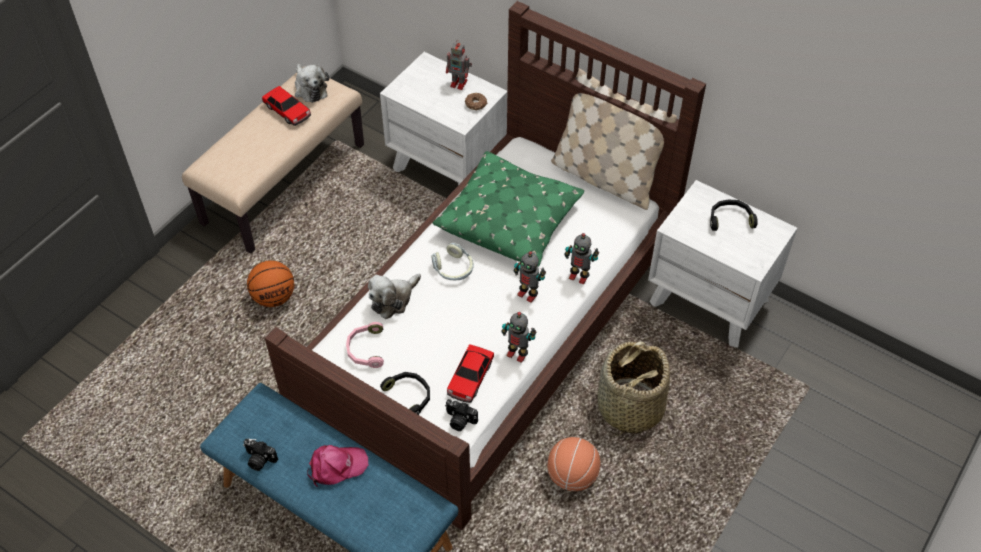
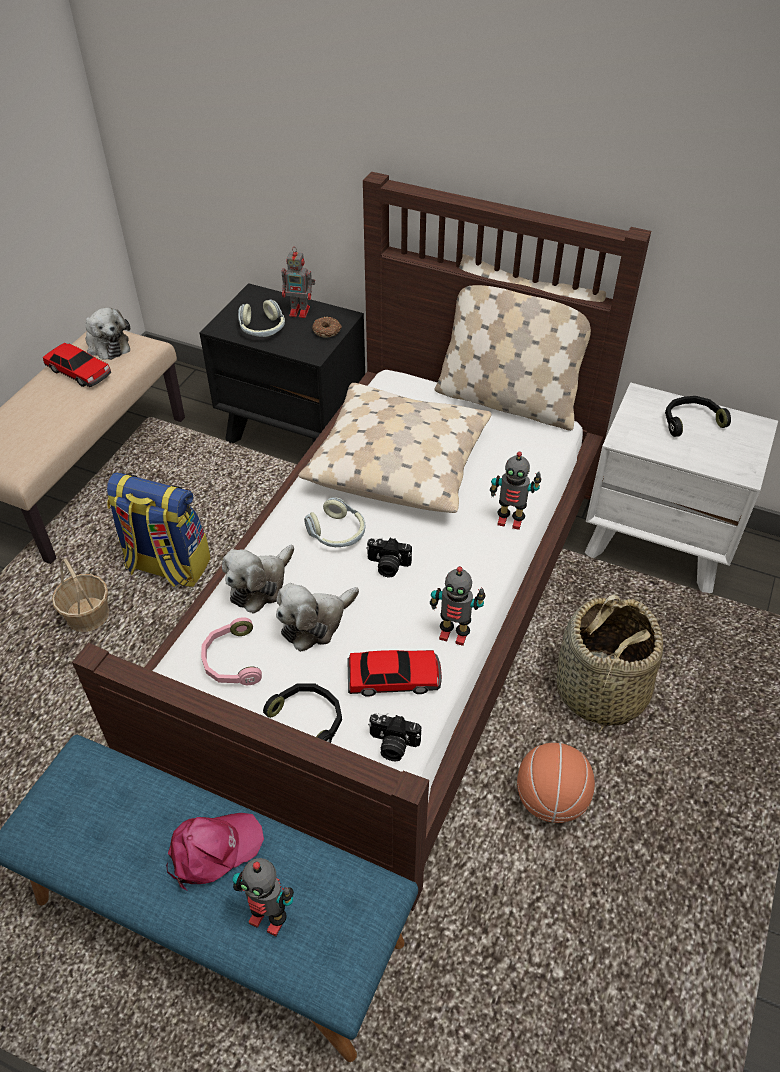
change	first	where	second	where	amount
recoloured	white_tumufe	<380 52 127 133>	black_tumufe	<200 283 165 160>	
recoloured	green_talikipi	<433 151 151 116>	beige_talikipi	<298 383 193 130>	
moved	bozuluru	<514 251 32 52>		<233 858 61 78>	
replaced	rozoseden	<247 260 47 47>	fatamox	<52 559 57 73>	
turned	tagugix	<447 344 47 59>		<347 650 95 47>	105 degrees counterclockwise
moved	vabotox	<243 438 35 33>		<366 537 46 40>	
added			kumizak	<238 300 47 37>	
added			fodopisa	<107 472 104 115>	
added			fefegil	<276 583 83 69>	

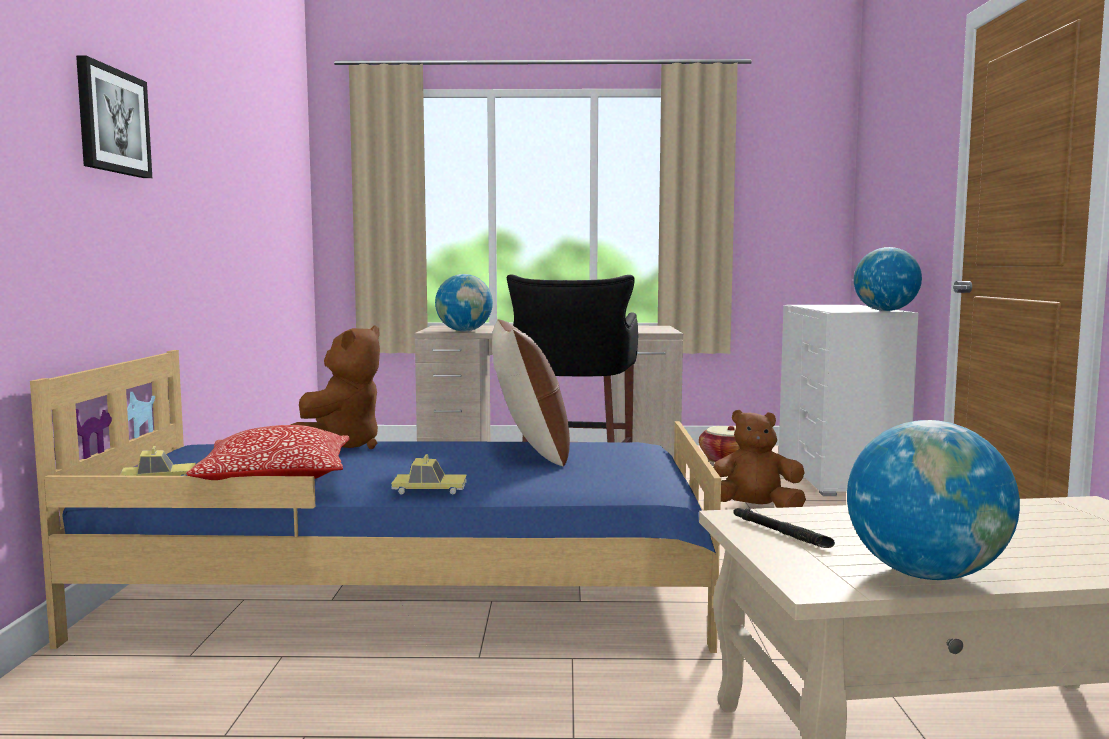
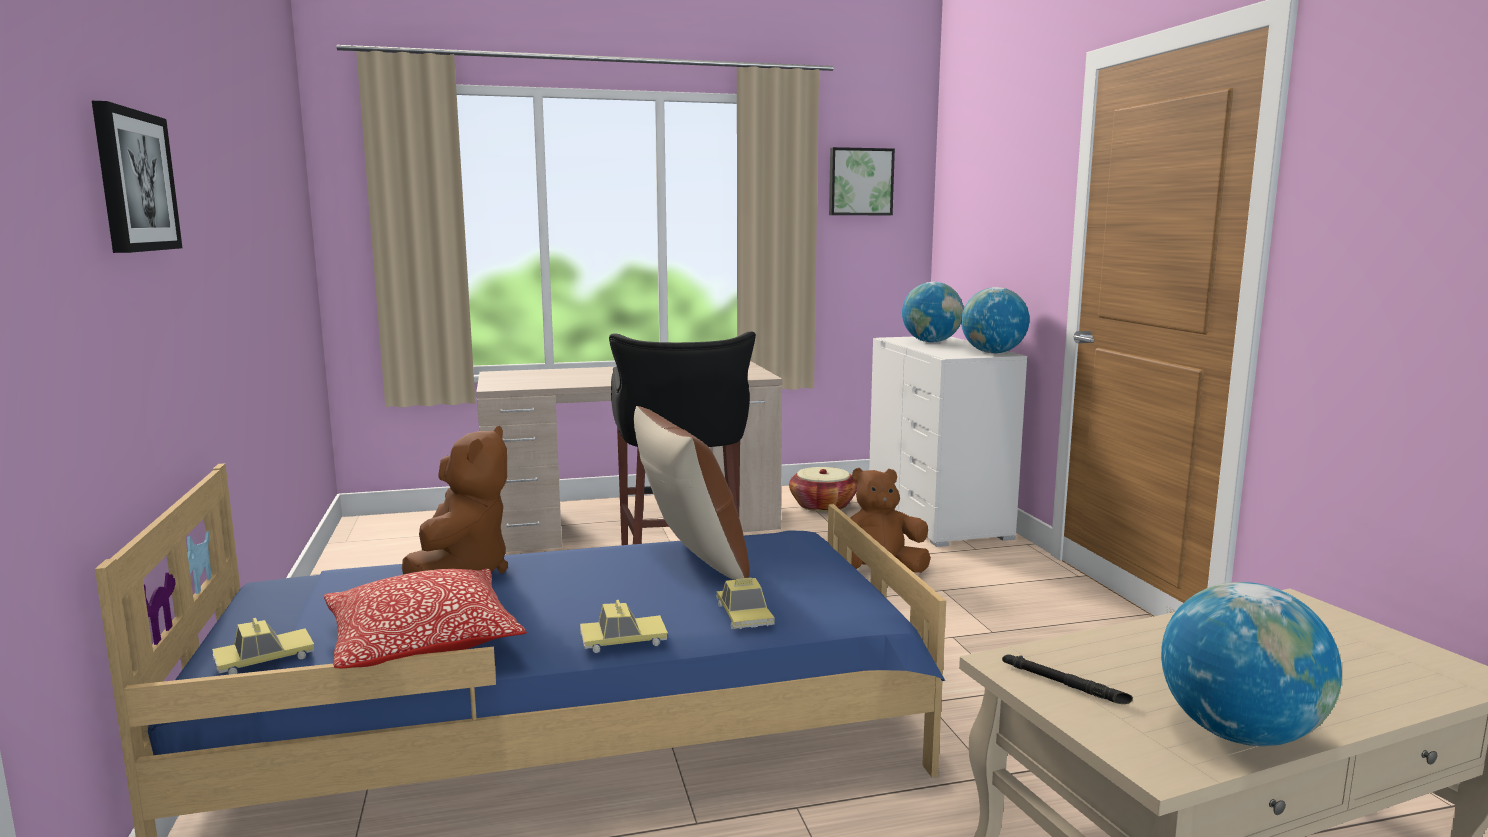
change	first	where	second	where	amount
moved	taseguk	<435 274 58 57>		<902 282 62 61>	
added			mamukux	<829 147 66 68>	
added			tagugix	<716 577 59 52>	

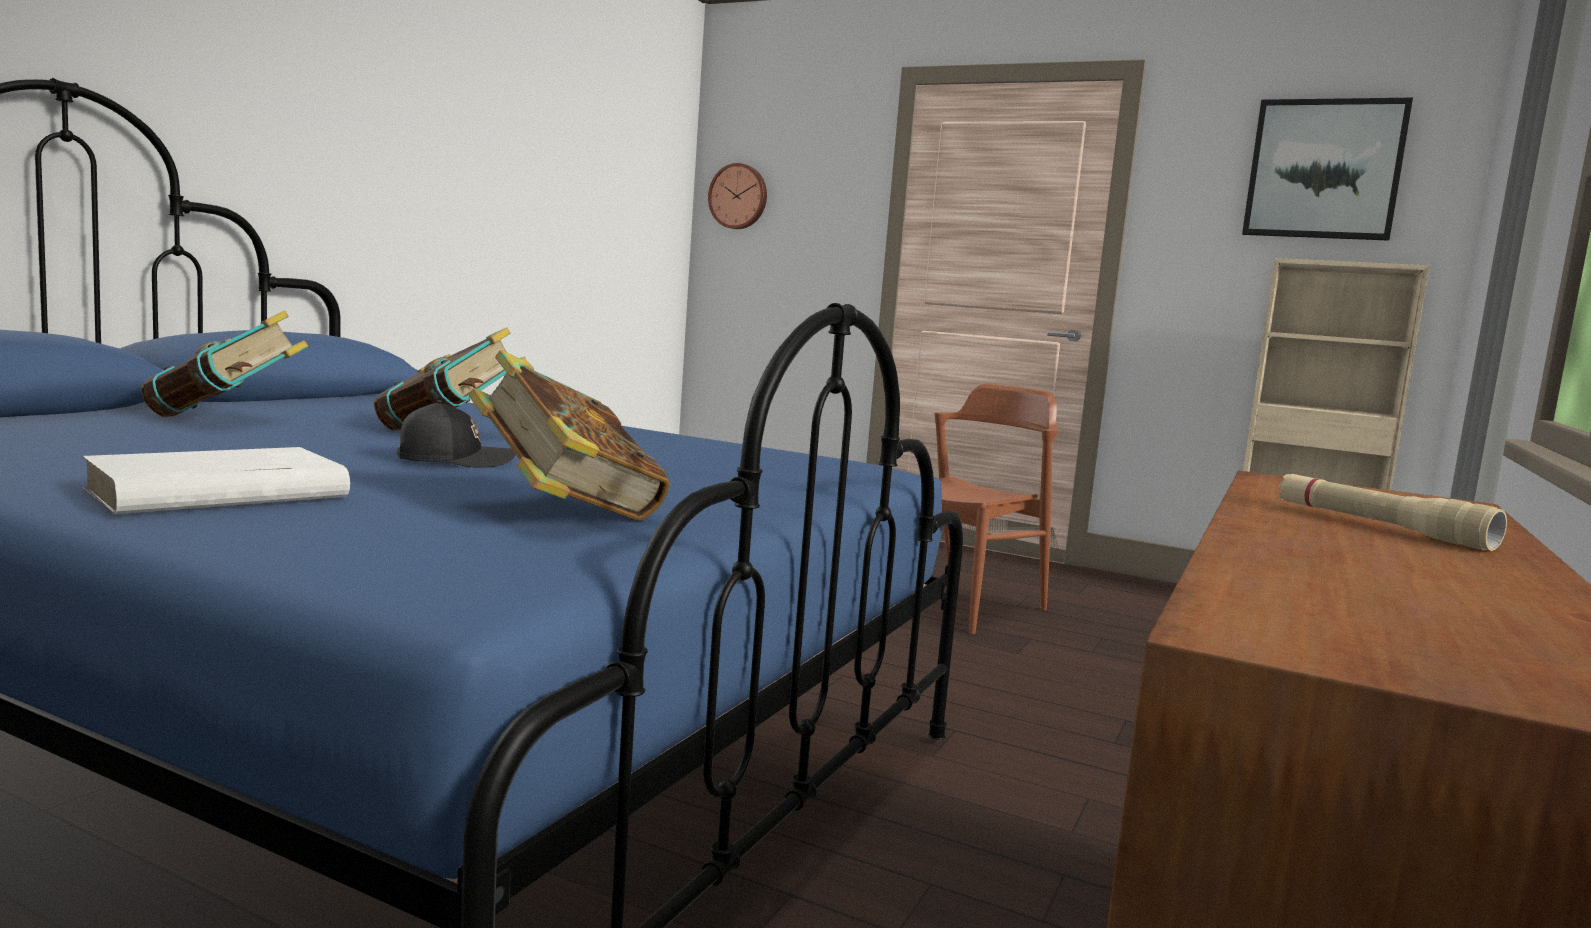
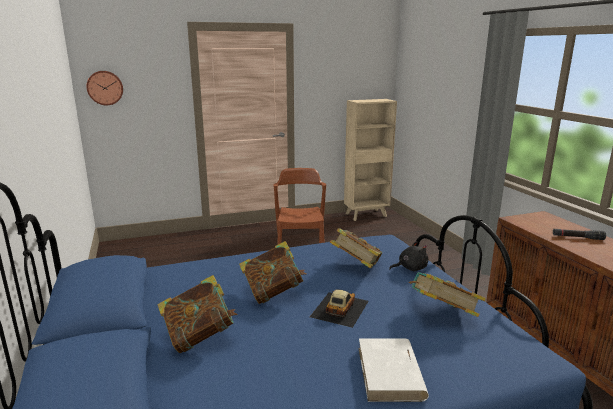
change	first	where	second	where	amount
removed	mamukux	<1242 98 171 143>			
replaced	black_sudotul	<397 400 119 68>	tagugix	<310 289 58 39>	
recoloured	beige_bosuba	<1279 474 228 77>	black_bosuba	<553 229 53 11>	
added			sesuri	<330 228 53 40>	
added			black_fefegil	<389 241 39 30>	

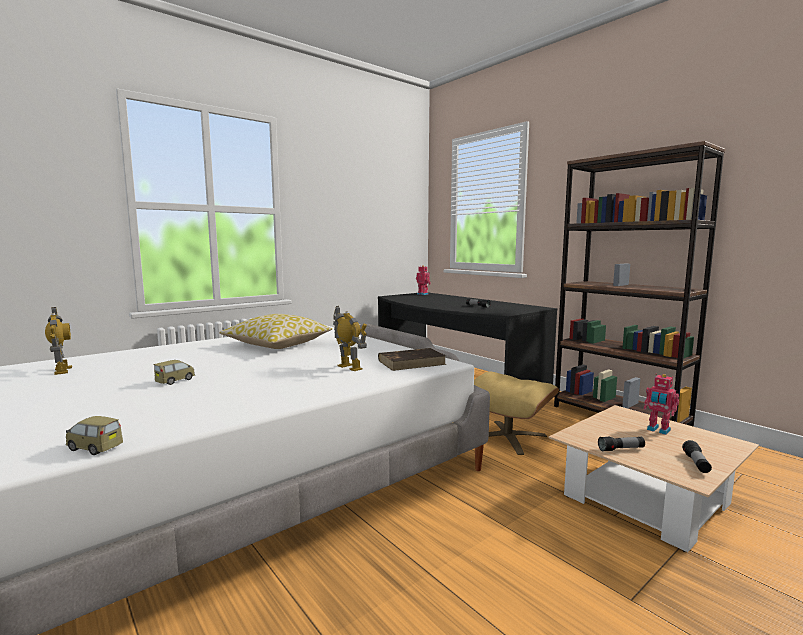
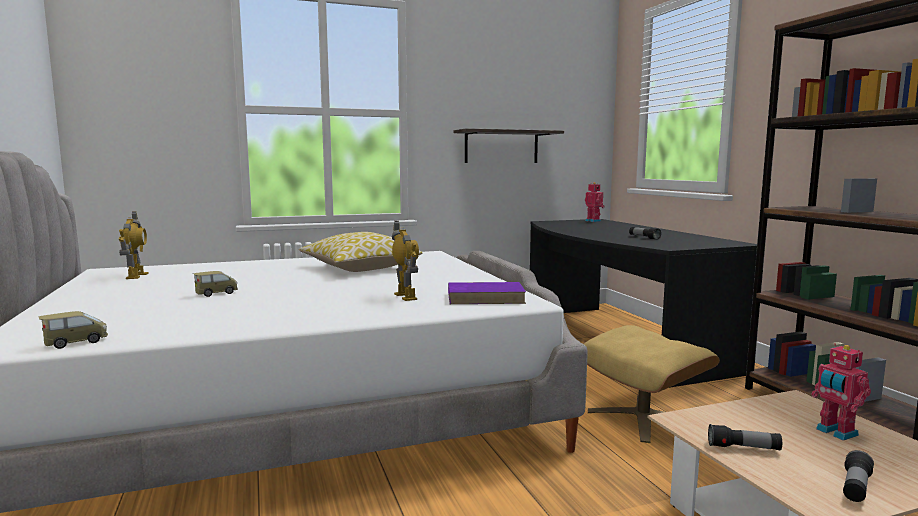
change	first	where	second	where	amount
recoloured	brown_sesuri	<378 348 68 23>	purple_sesuri	<448 282 78 22>	
turned	tagugix	<66 416 57 39>		<39 311 69 38>	105 degrees clockwise
added			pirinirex	<454 128 110 35>	

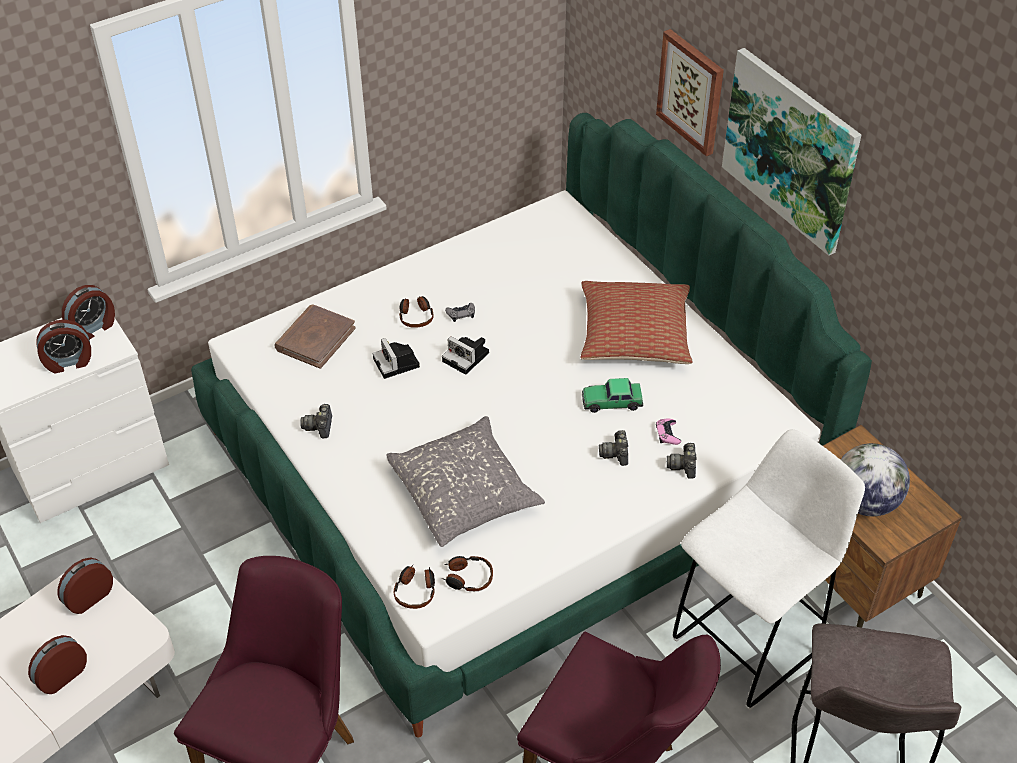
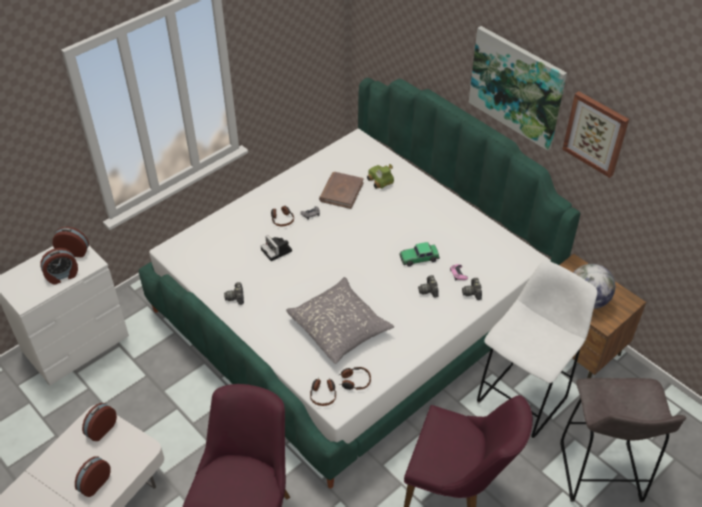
change	first	where	second	where	amount
moved	mamukux	<656 29 68 127>		<562 91 67 87>	
removed	talikipi	<581 281 111 83>			
turned	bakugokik	<62 285 53 54>		<53 227 36 30>	120 degrees counterclockwise
moved	brown_sesuri	<274 305 82 64>		<319 172 45 37>	
removed	vabotox	<442 336 47 39>			
added			tagugix	<367 164 27 25>	

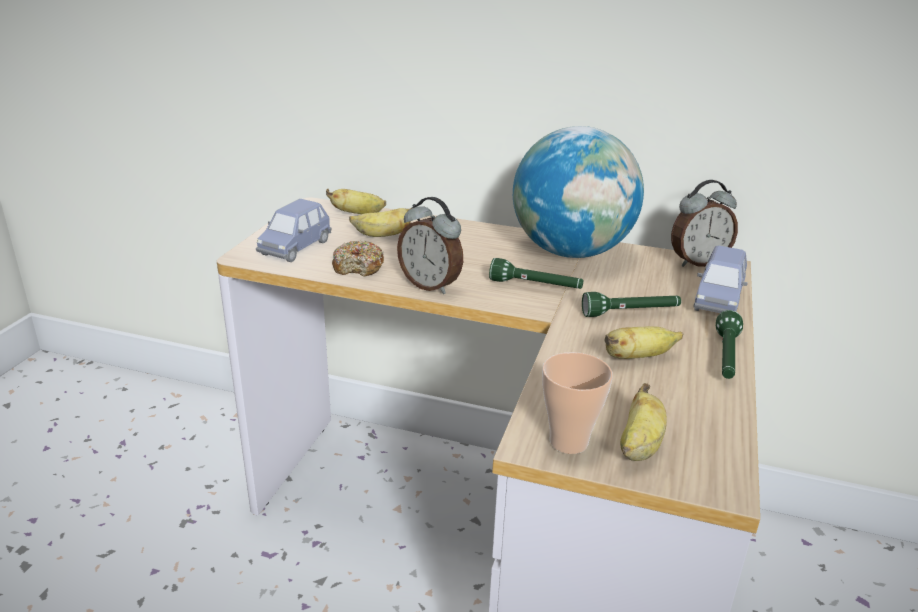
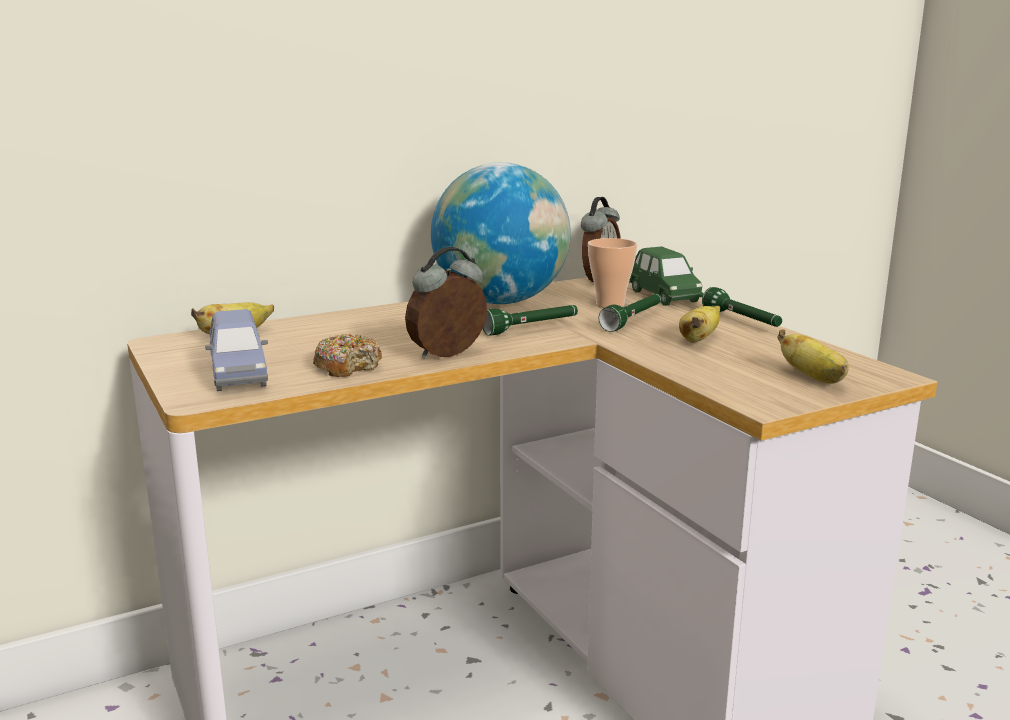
change	first	where	second	where	amount
turned	bakugokik	<397 197 66 97>		<405 247 82 111>	150 degrees clockwise
removed	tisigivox	<349 208 63 29>			
recoloured	blue_tagugix	<693 245 55 68>	green_tagugix	<629 246 74 60>	
moved	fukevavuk	<542 352 71 102>		<588 238 49 70>	

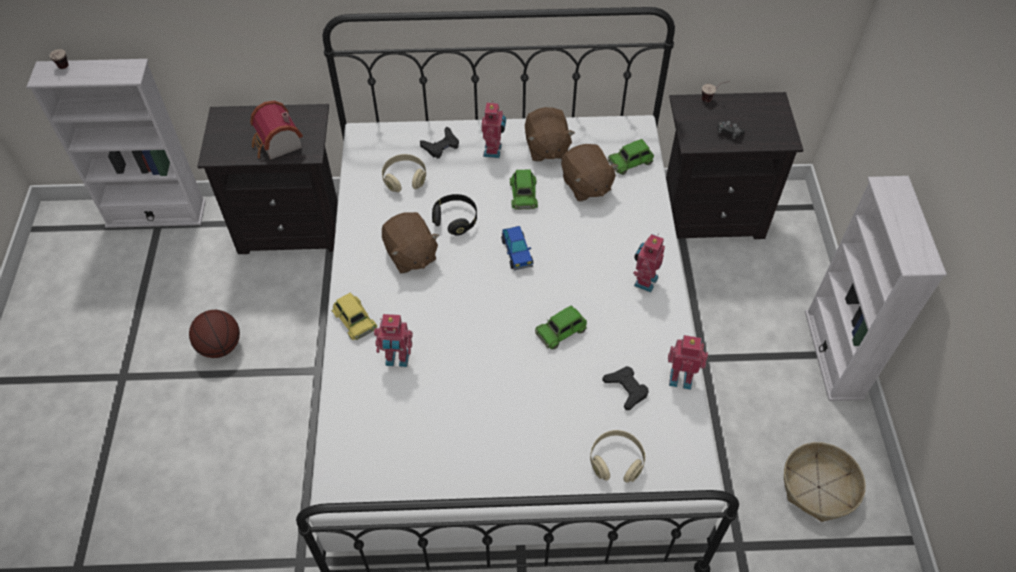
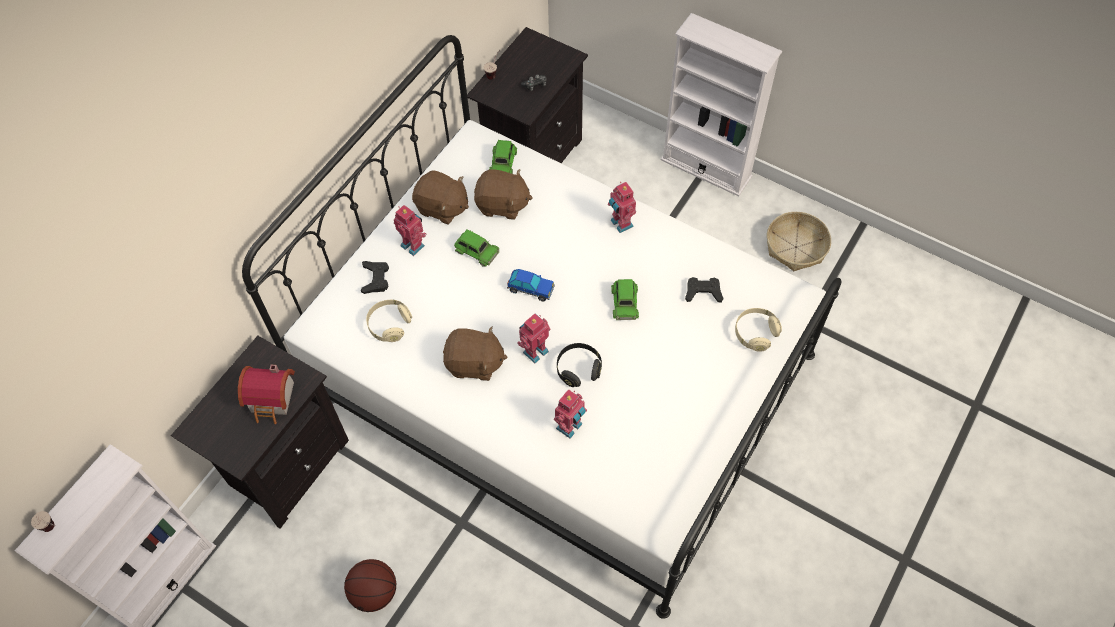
change	first	where	second	where	amount
moved	black_kumizak	<432 194 45 42>		<557 343 45 44>	
removed	yellow_tagugix	<331 292 46 48>			
moved	bozuluru	<668 335 40 55>		<517 313 34 50>	

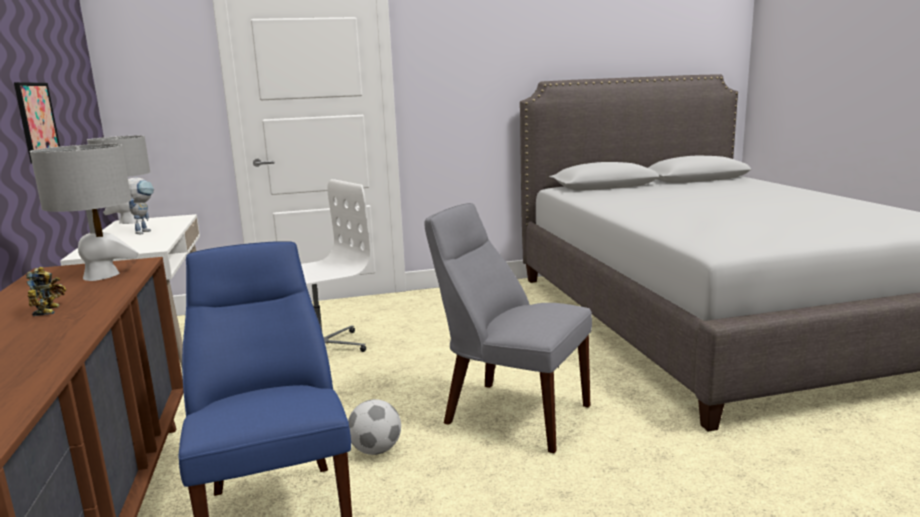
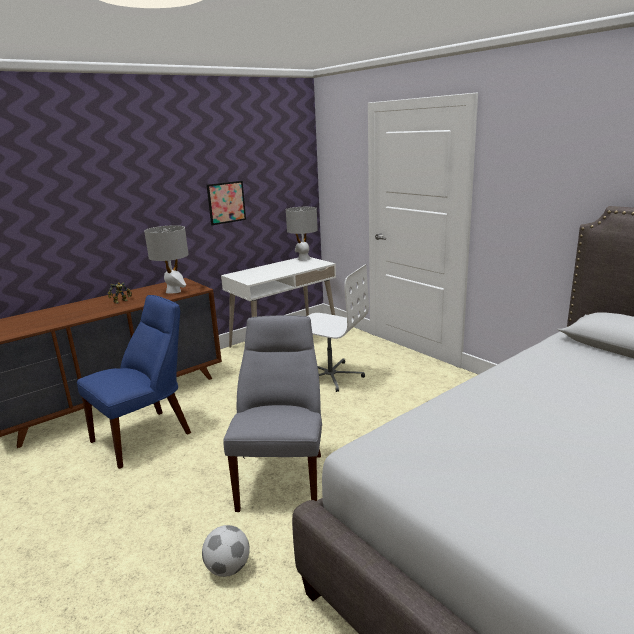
change	first	where	second	where	amount
removed	bozuluru	<128 178 26 56>			
moved	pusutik	<348 399 53 56>		<202 525 48 52>	

